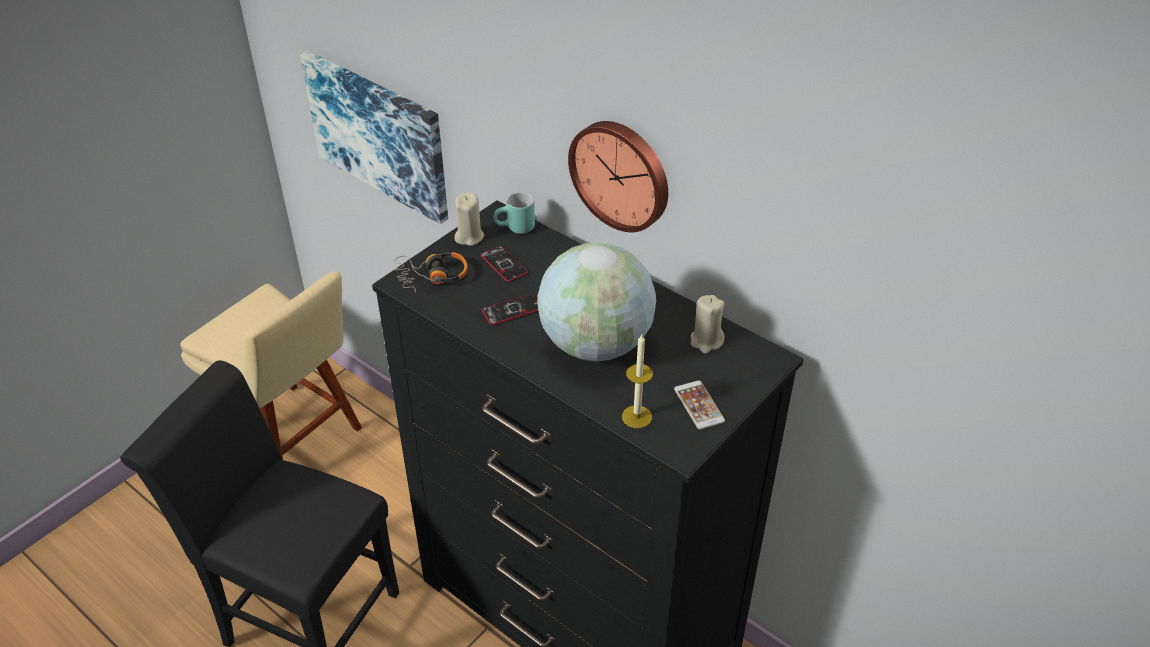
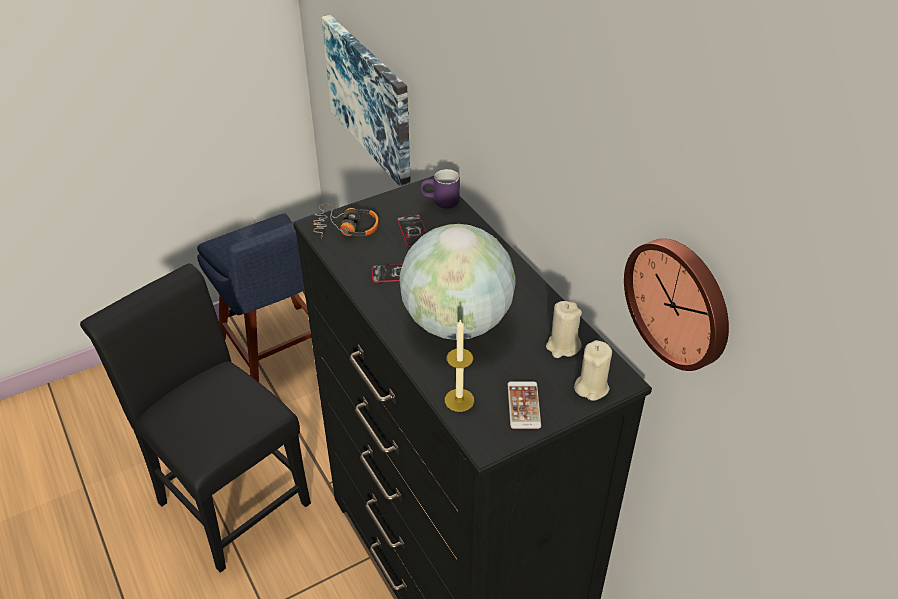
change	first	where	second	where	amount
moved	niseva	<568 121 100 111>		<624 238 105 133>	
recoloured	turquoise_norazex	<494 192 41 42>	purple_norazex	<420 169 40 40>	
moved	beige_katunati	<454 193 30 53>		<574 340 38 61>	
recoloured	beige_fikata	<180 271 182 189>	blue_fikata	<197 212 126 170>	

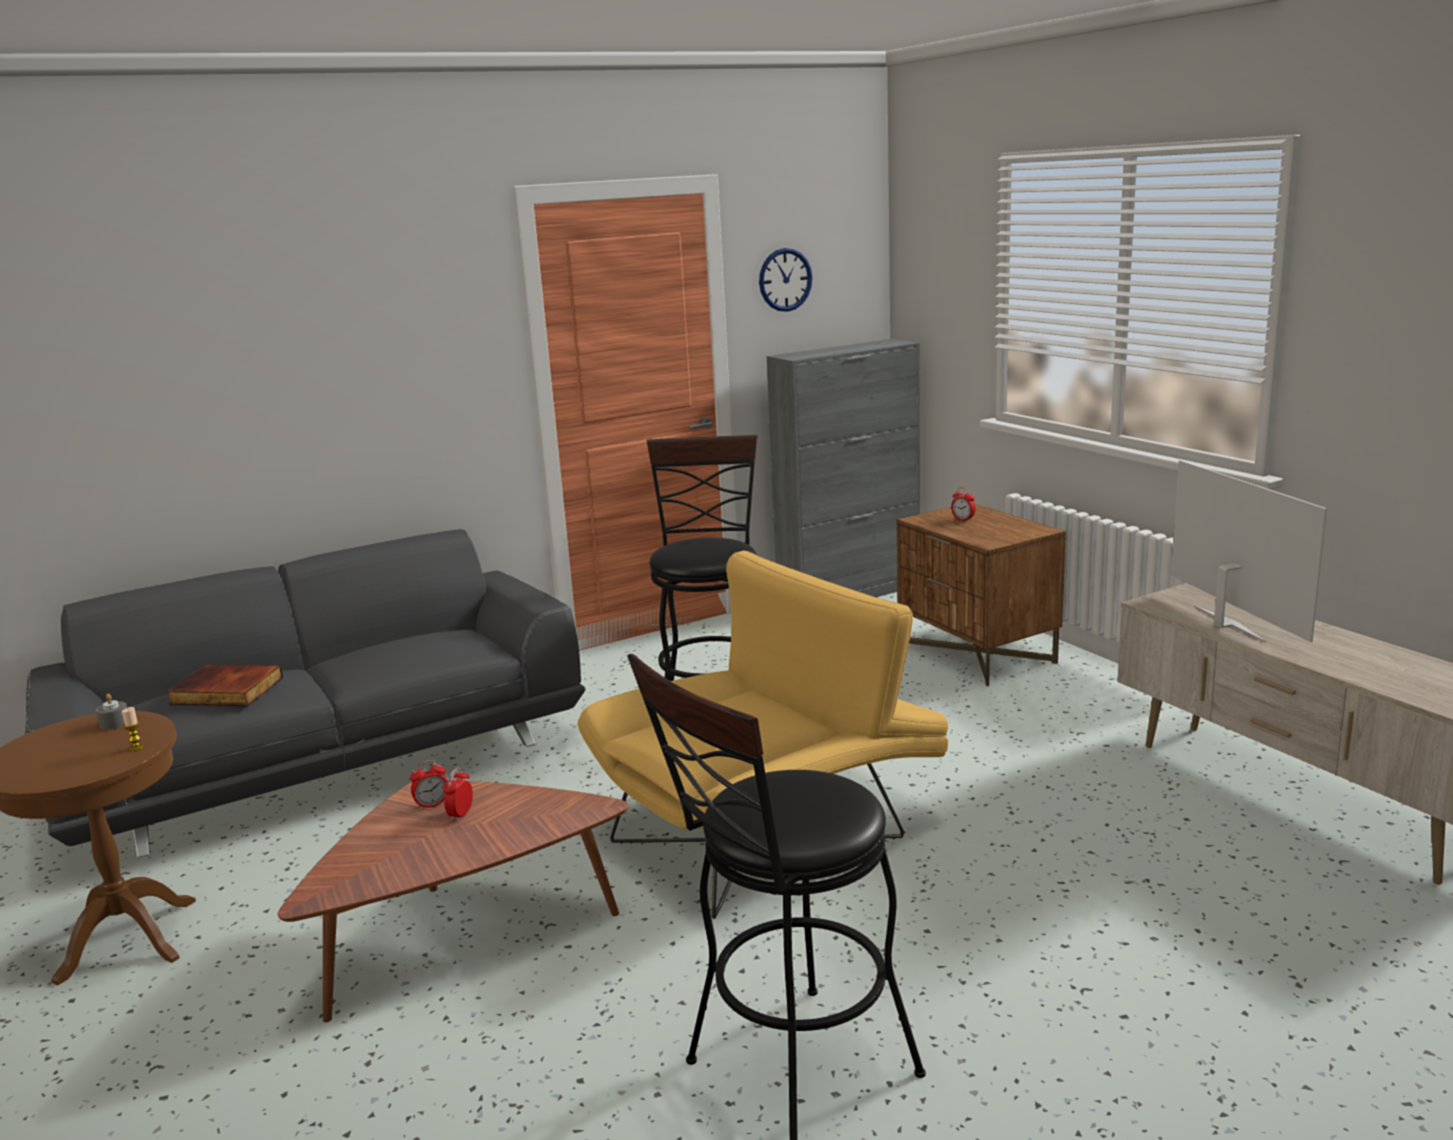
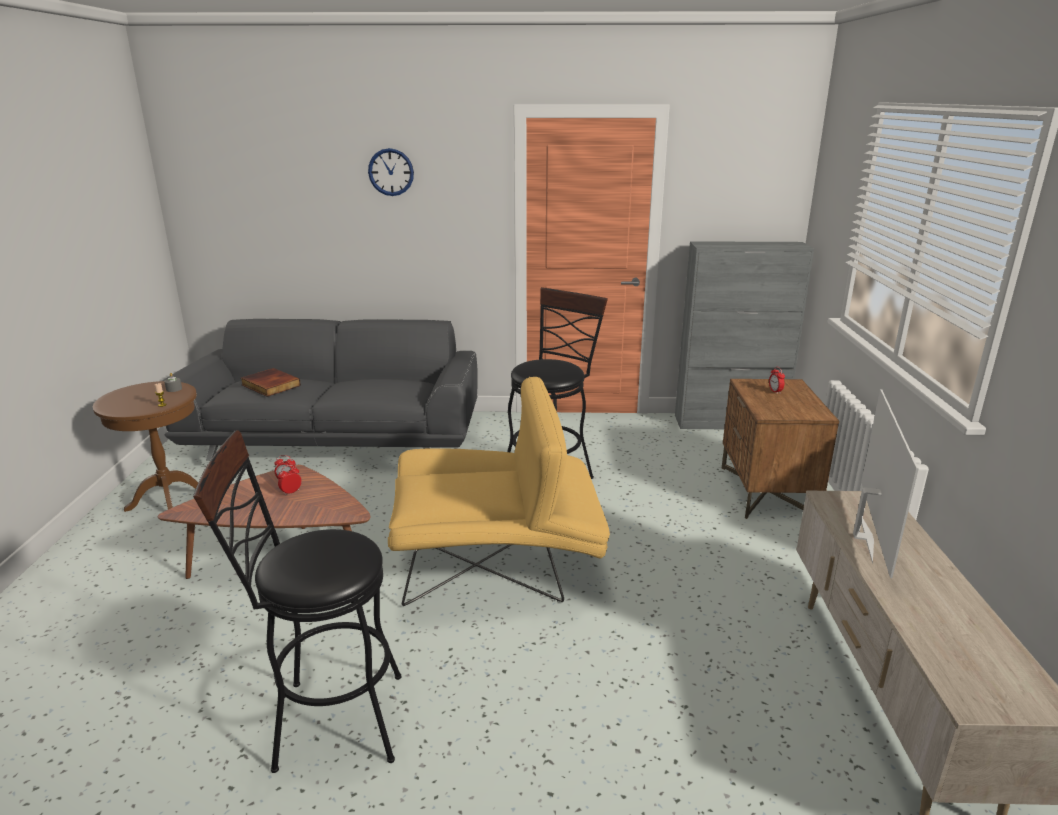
change	first	where	second	where	amount
moved	niseva	<759 248 54 64>		<368 148 46 48>	

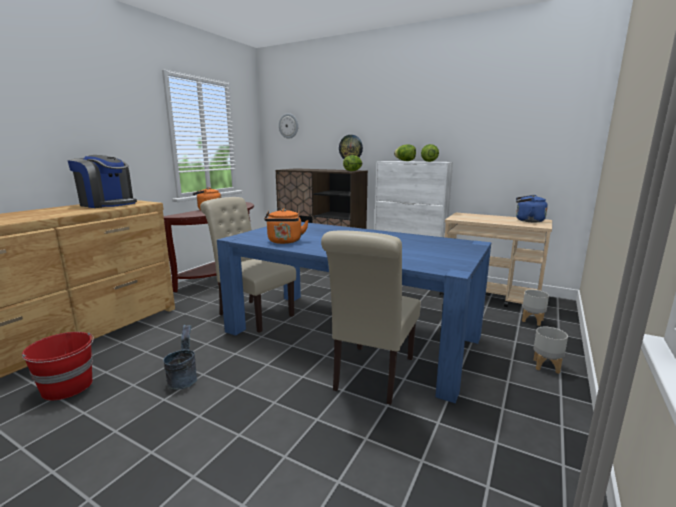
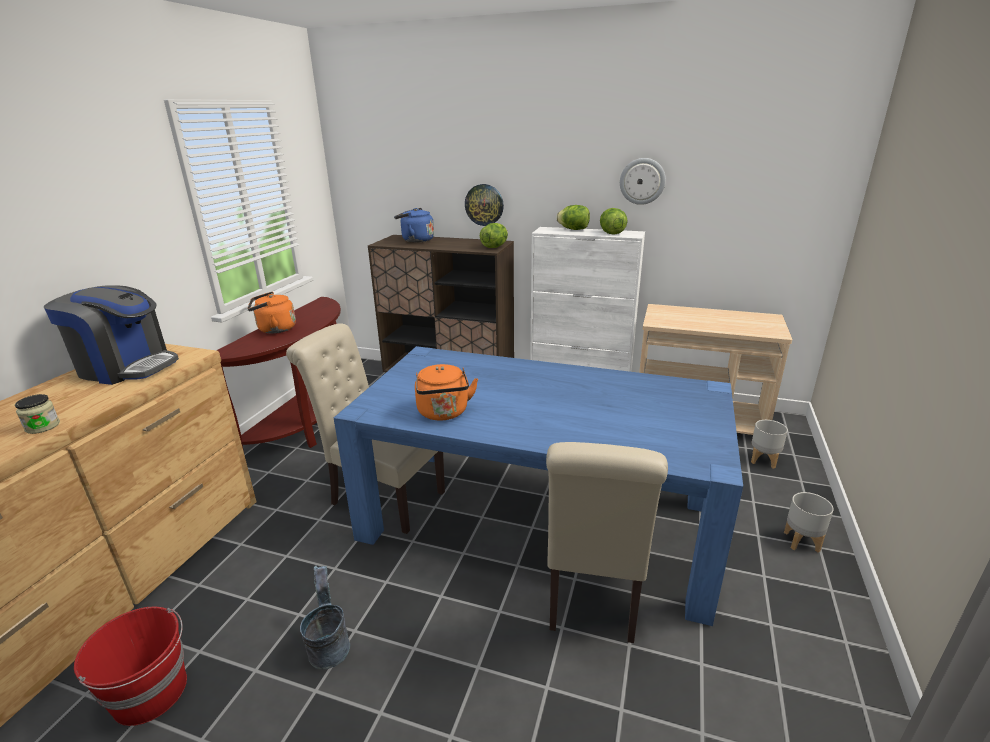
change	first	where	second	where	amount
moved	niseva	<279 113 19 26>		<620 158 46 47>	
moved	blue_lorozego	<516 195 32 28>		<394 208 40 35>	
added			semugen	<15 394 45 40>	

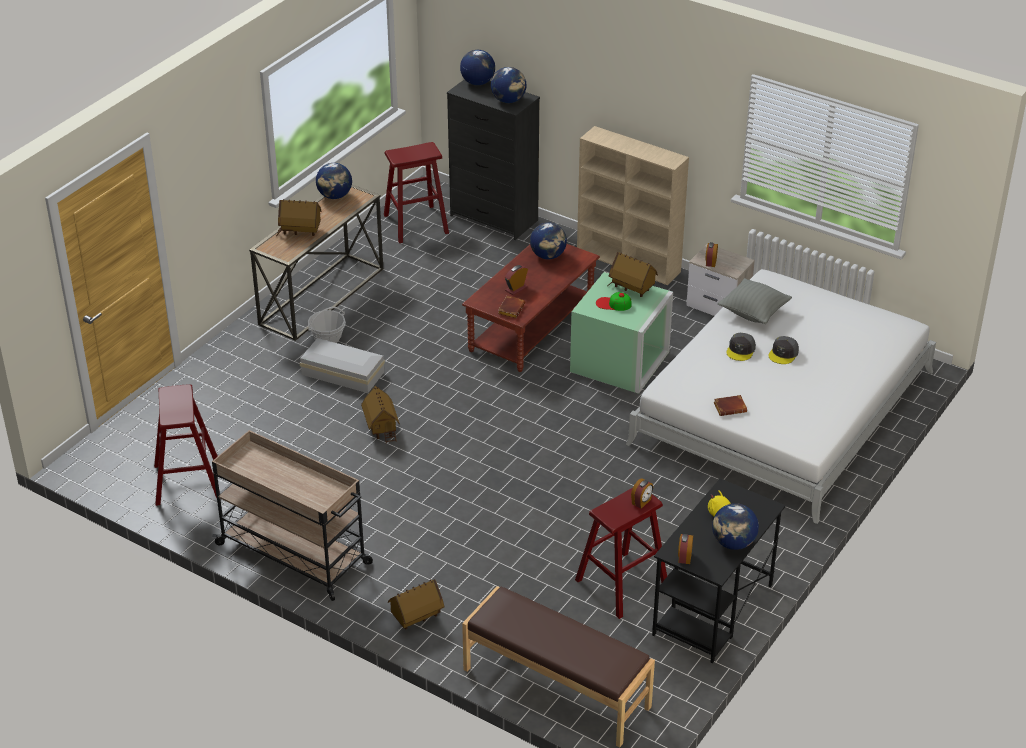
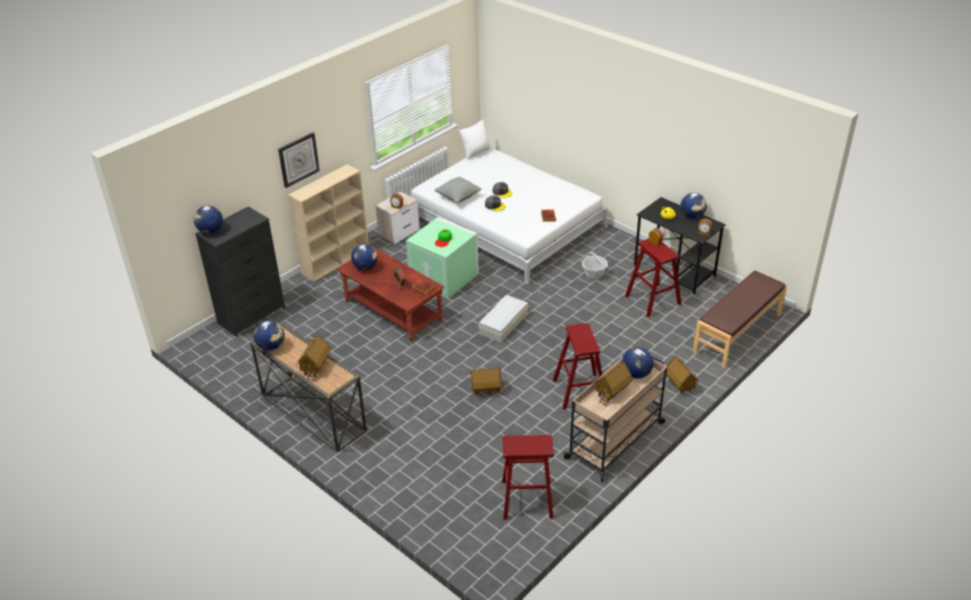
change	first	where	second	where	amount
moved	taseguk	<491 67 35 36>		<622 347 32 32>	
moved	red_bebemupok	<384 142 65 101>		<553 323 50 87>	
moved	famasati	<607 252 51 45>		<593 361 40 46>	
moved	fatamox	<308 307 38 36>		<582 252 26 27>	
moved	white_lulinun	<300 338 85 55>		<478 295 51 48>	
added			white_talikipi	<459 120 32 40>	
added			niseva	<278 132 42 56>	

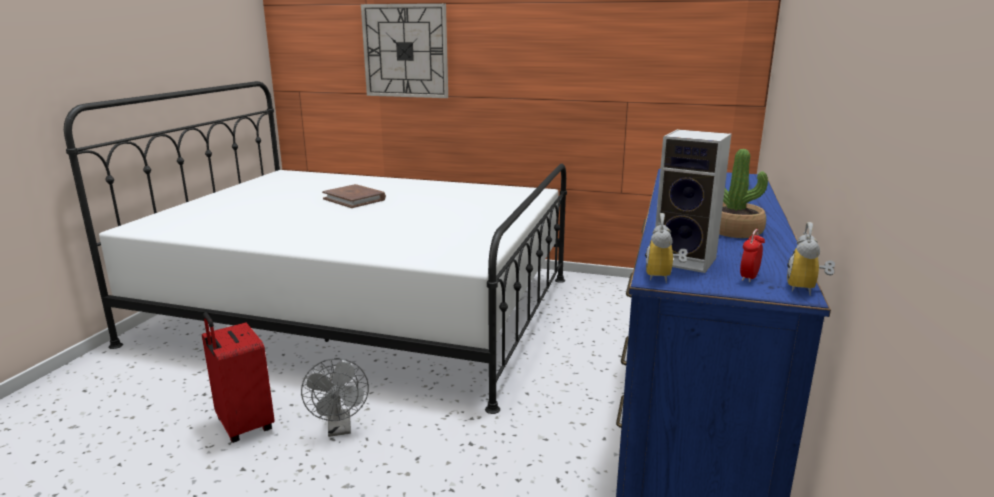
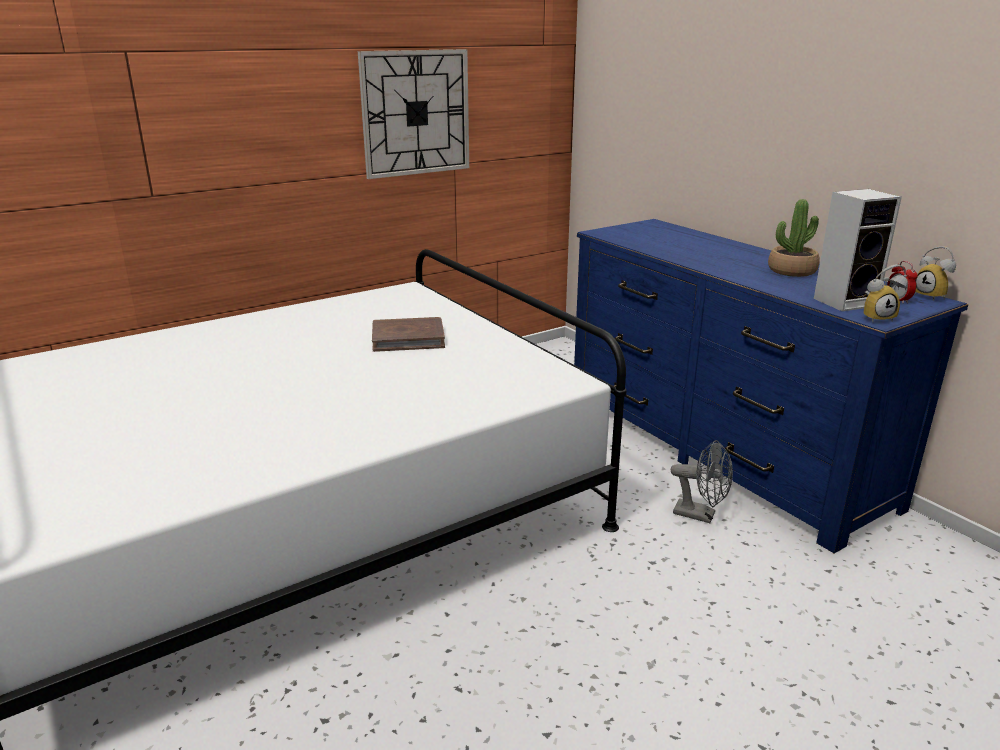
change	first	where	second	where	amount
moved	niseva	<361 3 87 95>		<358 49 111 130>	
moved	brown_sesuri	<322 184 64 24>		<372 317 73 35>	
turned	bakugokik	<645 213 42 70>		<863 264 45 59>	60 degrees counterclockwise
removed	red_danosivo	<202 312 73 131>			
moved	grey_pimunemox	<301 358 68 79>		<671 440 62 83>	

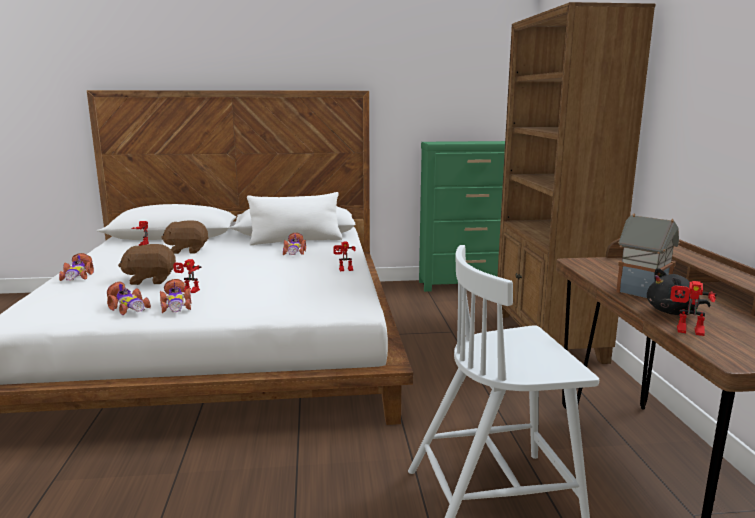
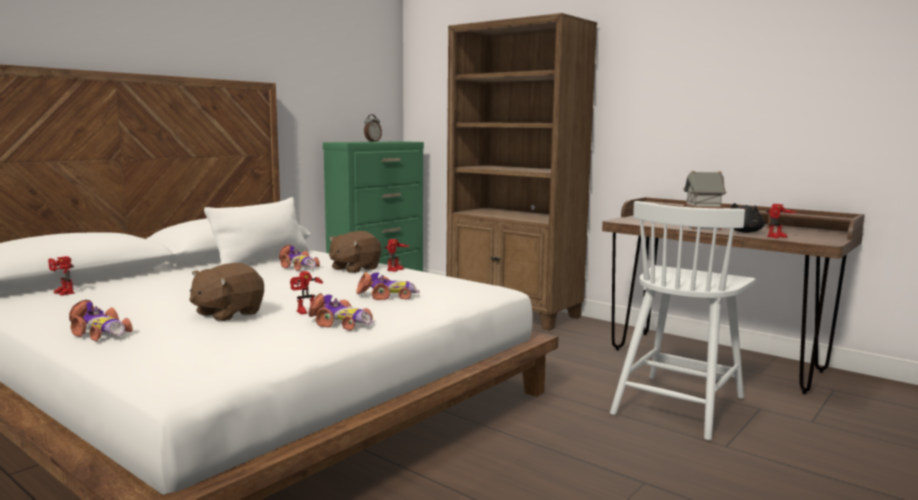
change	first	where	second	where	amount
moved	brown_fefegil	<161 220 48 34>		<329 231 53 42>	
moved	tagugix	<107 281 44 34>		<356 272 64 28>	
added			bakugokik	<364 114 18 28>	

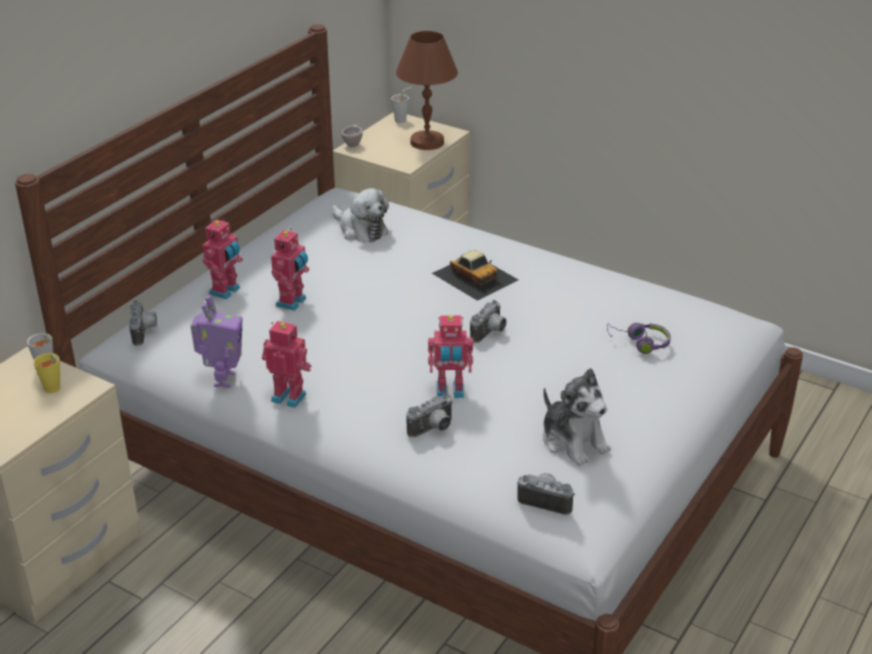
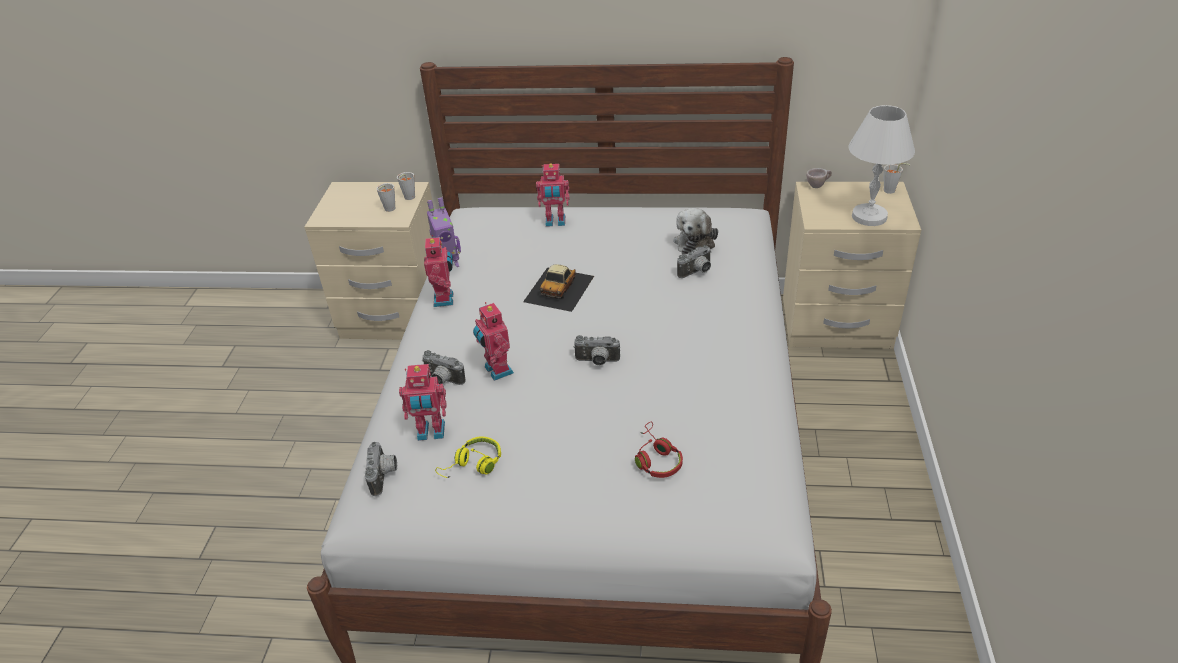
change	first	where	second	where	amount
recoloured	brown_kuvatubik	<396 31 62 119>	white_kuvatubik	<848 105 67 121>	
moved	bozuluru	<271 228 38 83>		<399 364 48 77>	
moved	tagugix	<432 250 86 51>		<523 264 71 48>	
moved	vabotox	<129 300 28 46>		<677 245 35 33>	
recoloured	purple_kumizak	<607 323 64 31>	red_kumizak	<635 422 48 56>	
recoloured	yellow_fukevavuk	<34 353 26 40>	grey_fukevavuk	<377 183 19 29>	
replaced	fefegil	<543 368 68 98>	yellow_kumizak	<435 436 66 42>	

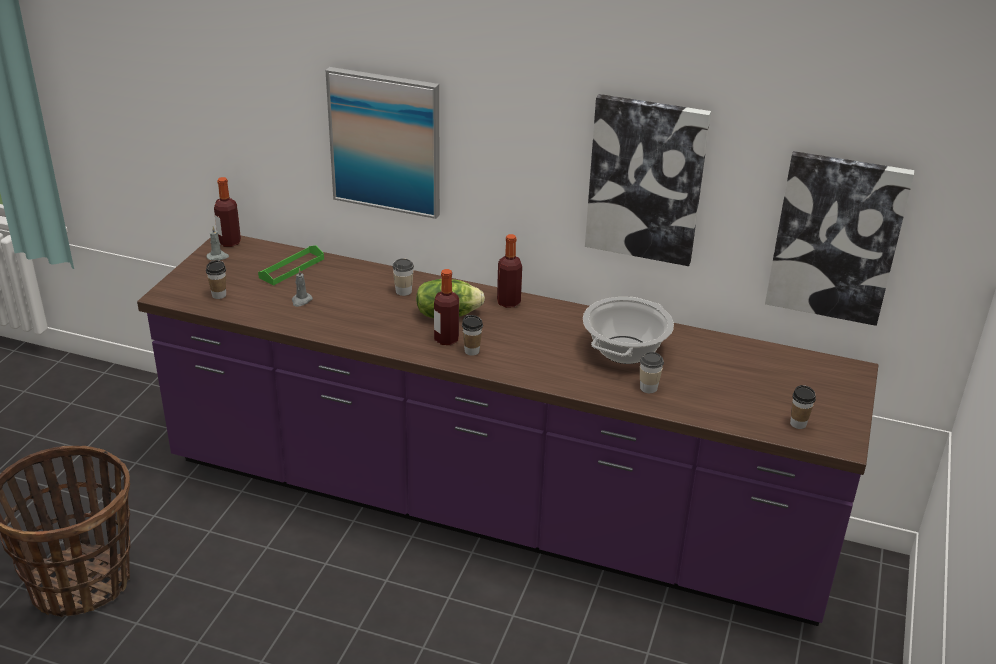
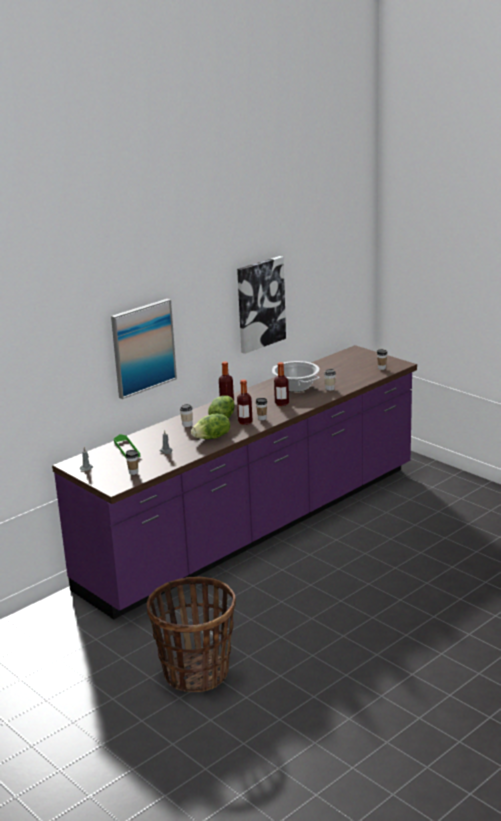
change	first	where	second	where	amount
removed	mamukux	<765 151 149 175>			
moved	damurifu	<214 177 27 70>		<274 362 15 44>	
added			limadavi	<191 413 39 26>	

